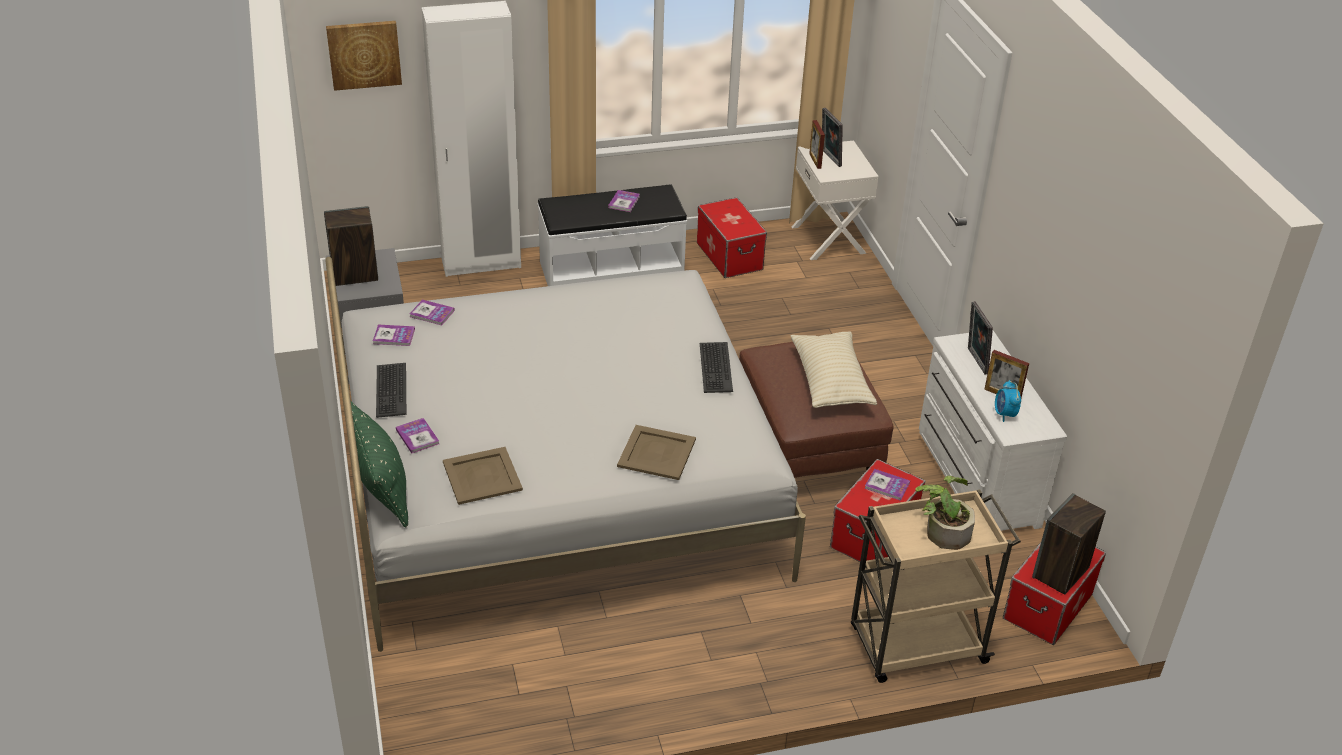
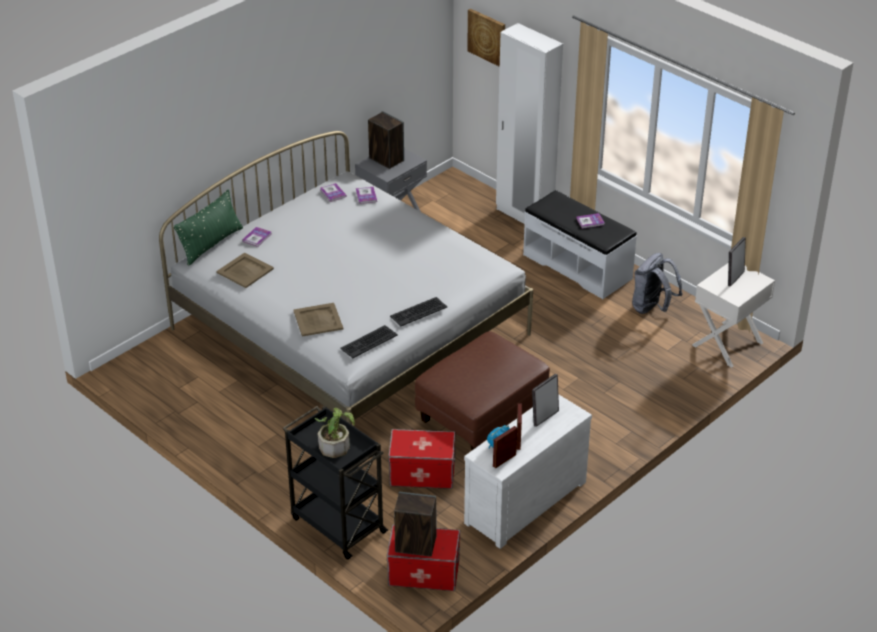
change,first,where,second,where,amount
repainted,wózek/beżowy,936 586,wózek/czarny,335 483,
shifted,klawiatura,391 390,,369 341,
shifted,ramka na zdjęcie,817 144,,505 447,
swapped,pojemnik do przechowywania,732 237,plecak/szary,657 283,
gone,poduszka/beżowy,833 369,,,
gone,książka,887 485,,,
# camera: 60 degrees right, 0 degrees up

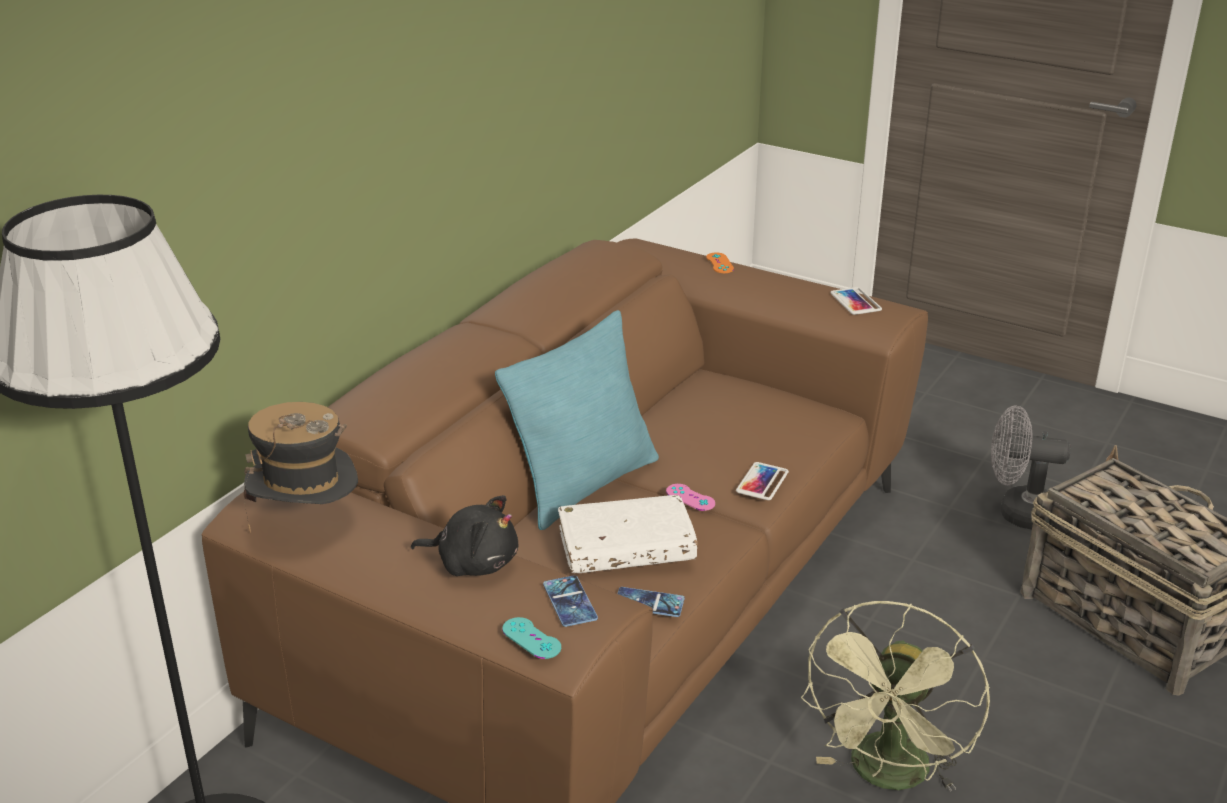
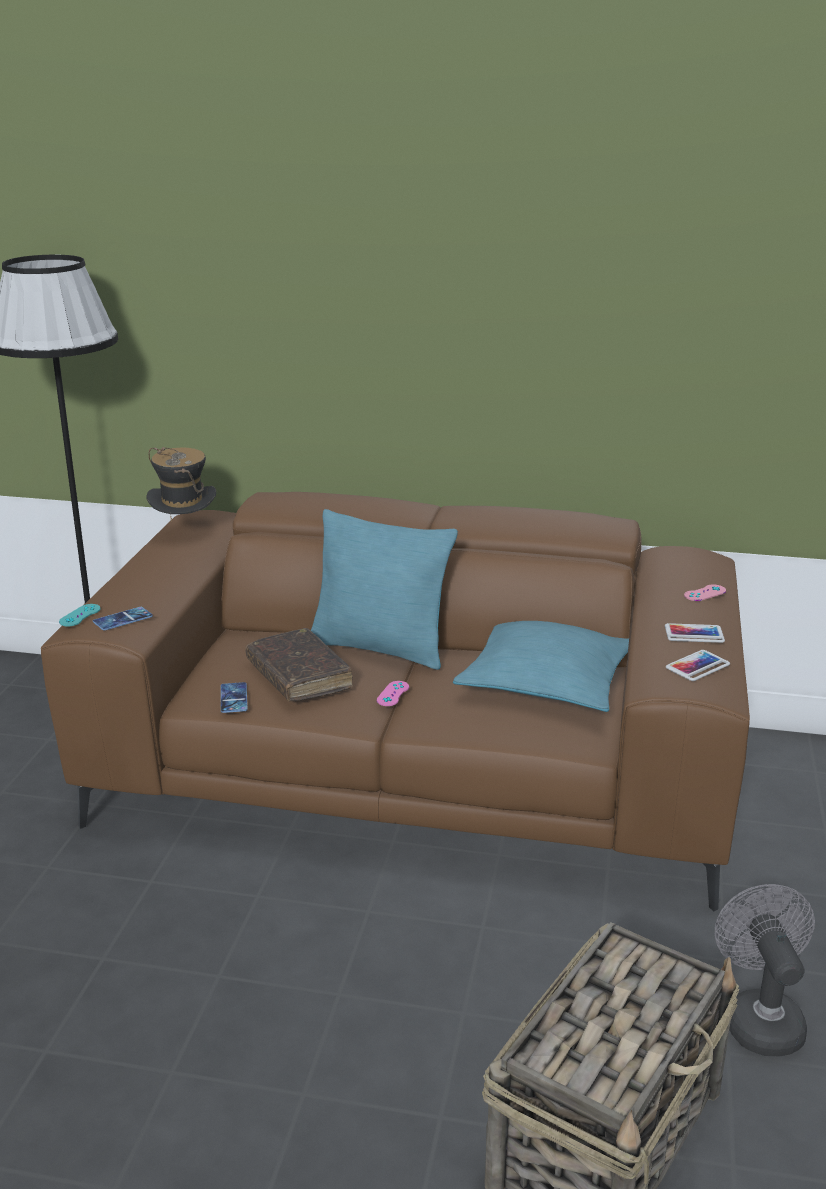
change,first,where,second,where,amount
repainted,książka/biały,628 534,książka/brązowy,299 664,
new,,,poduszka/turkusowy,541 666,
shifted,telefon,762 481,,695 633,
repainted,pad do gier/pomarańczowy,720 262,pad do gier/różowy,705 592,
gone,pluszak/czarny,464 535,,,
gone,wentylator/zielony,895 696,,,
# camera: 70 degrees right, 5 degrees down

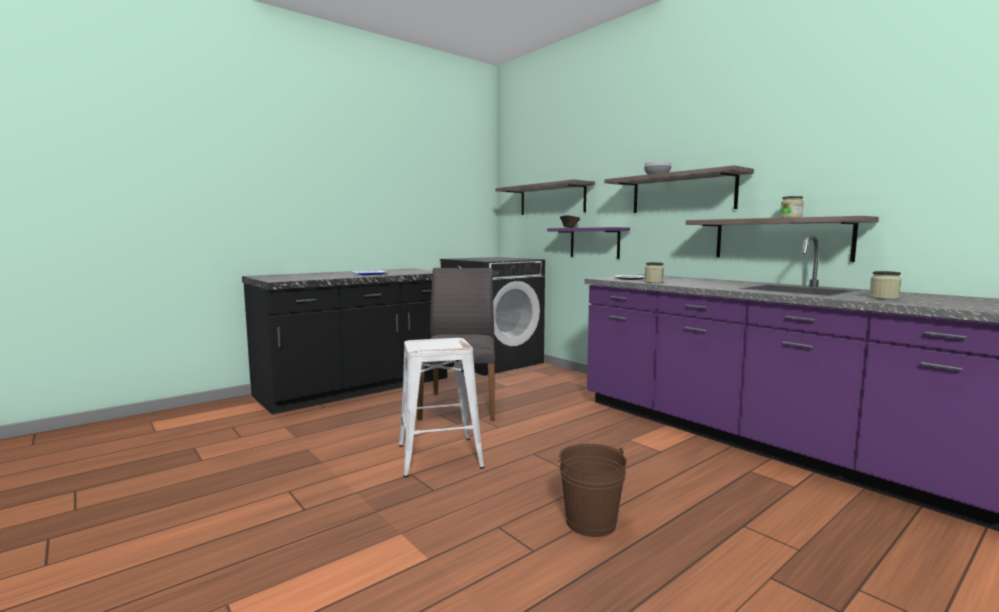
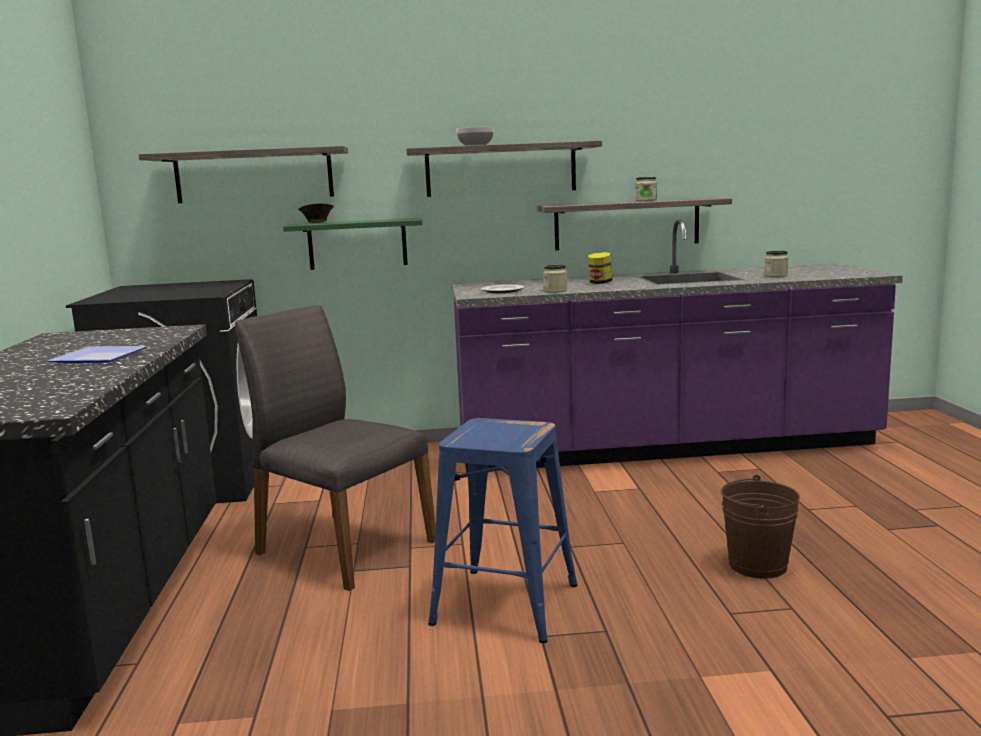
change,first,where,second,where,amount
repainted,półka/fioletowy,588 243,półka/zielony,353 244,
repainted,stołek/biały,441 407,stołek/niebieski,503 530,
new,,,słoik,600 268,
# camera: 55 degrees left, 5 degrees up

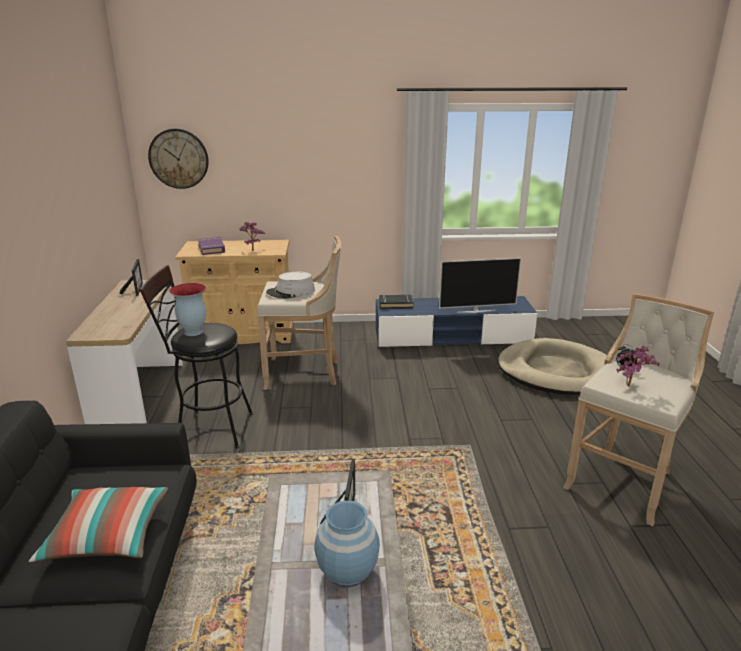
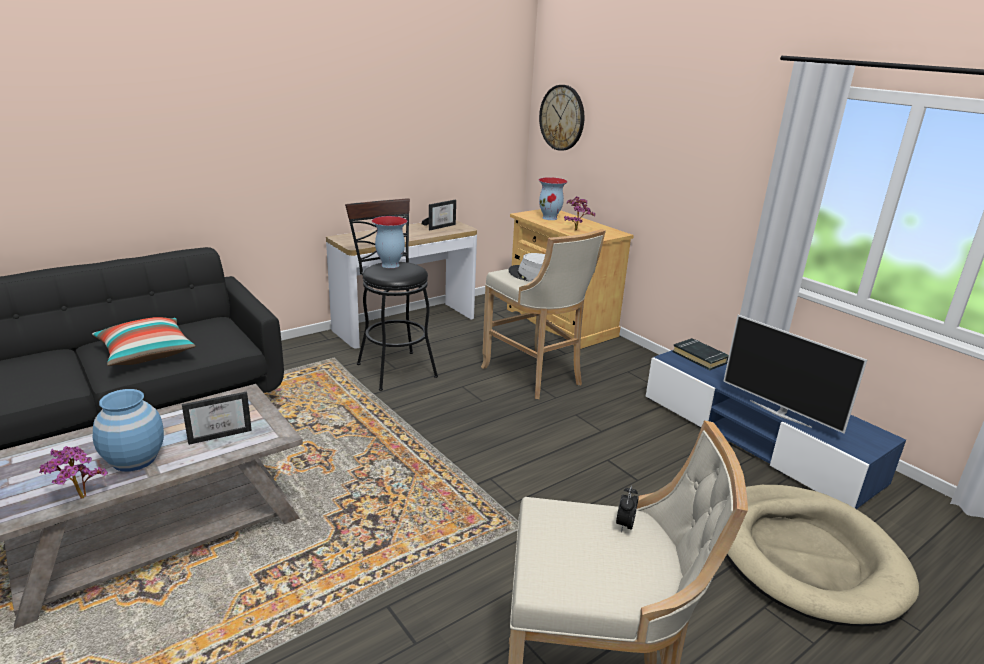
change,first,where,second,where,amount
shifted,roślina doniczkowa,638 366,,73 472,
swapped,książka/fioletowy,211 246,wazon,553 198,
# camera: 55 degrees right, 0 degrees up

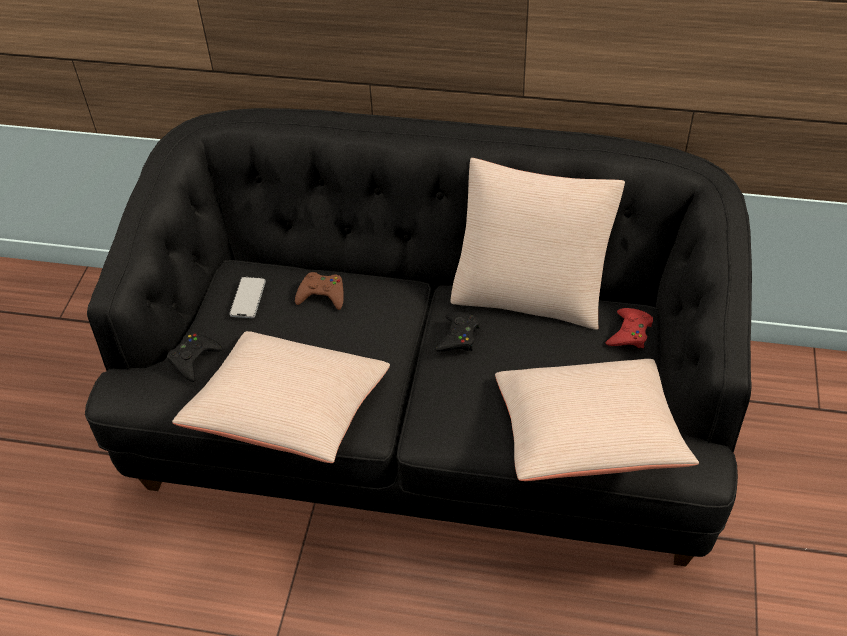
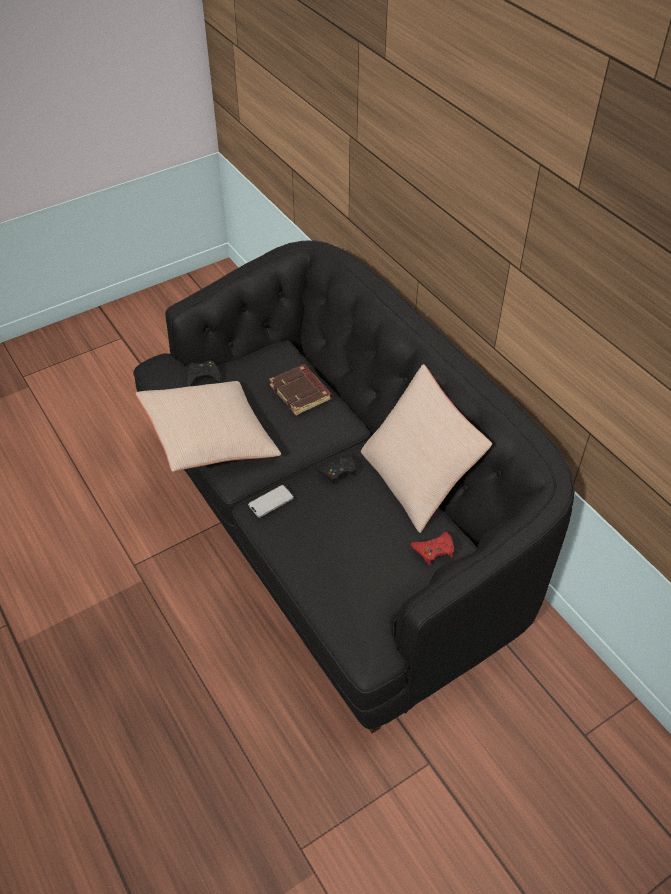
change,first,where,second,where,amount
shifted,telefon,248 297,,271 501,
swapped,pad do gier/brązowy,319 291,książka/brązowy,300 390,
gone,poduszka/beżowy,597 420,,,
# camera: 45 degrees right, 0 degrees up

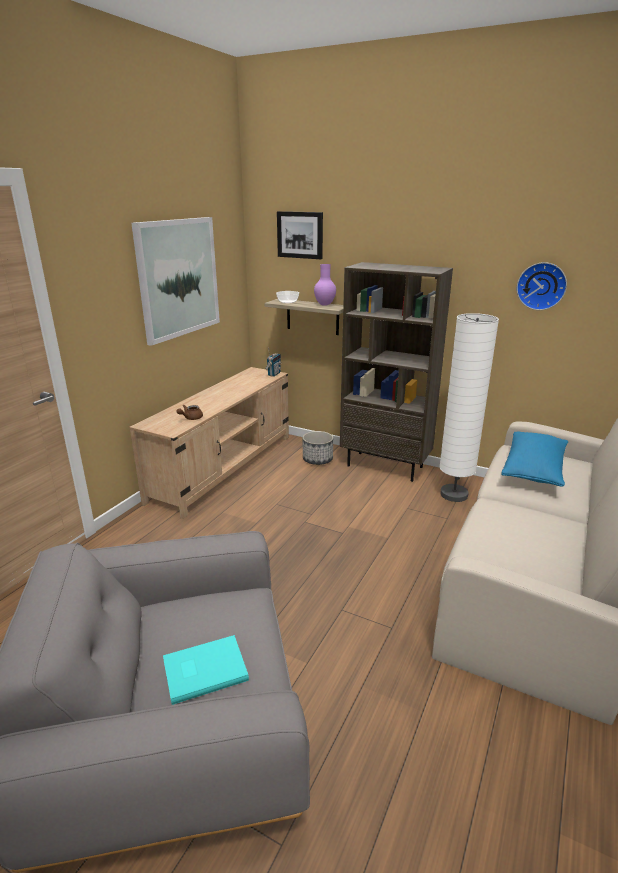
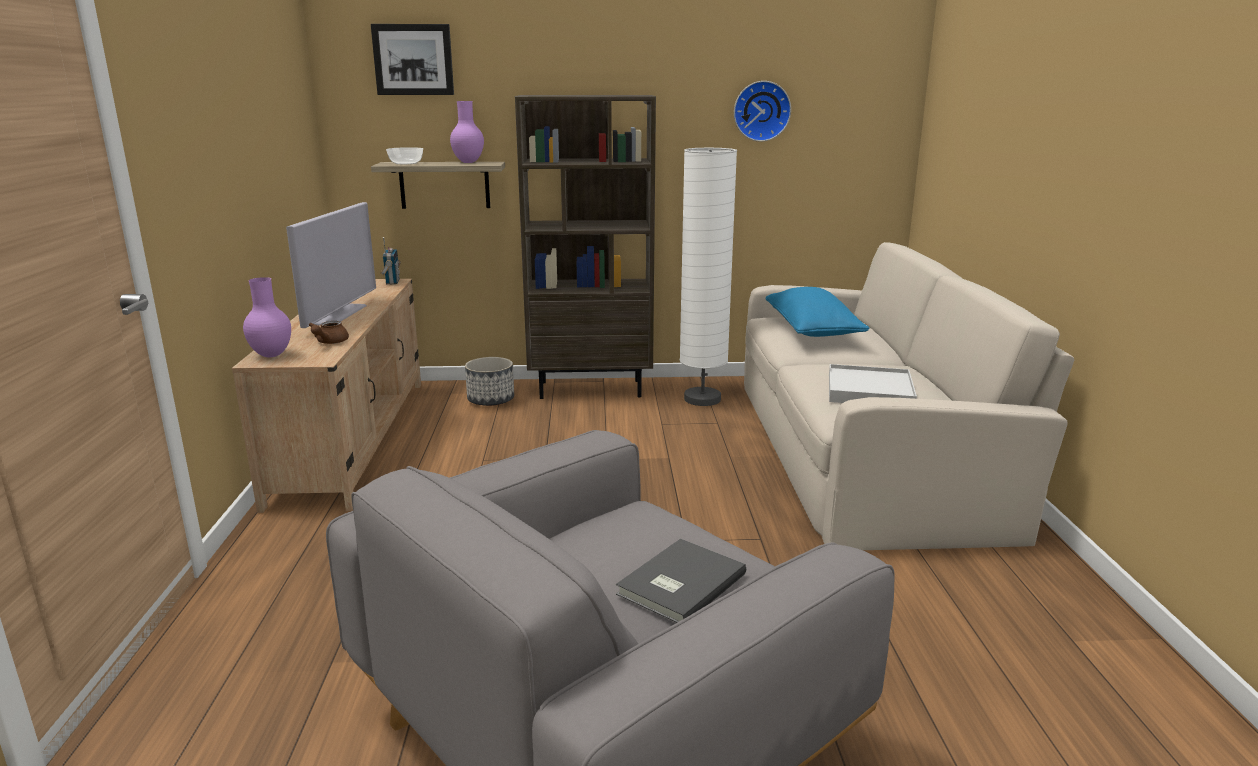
change,first,where,second,where,amount
new,,,wazon/fioletowy,267 317,
new,,,telewizor,331 265,
repainted,książka/turkusowy,206 670,książka/szary,681 581,
new,,,taca/biały,873 383,
gone,obraz,175 281,,,
# camera: 30 degrees left, 5 degrees down

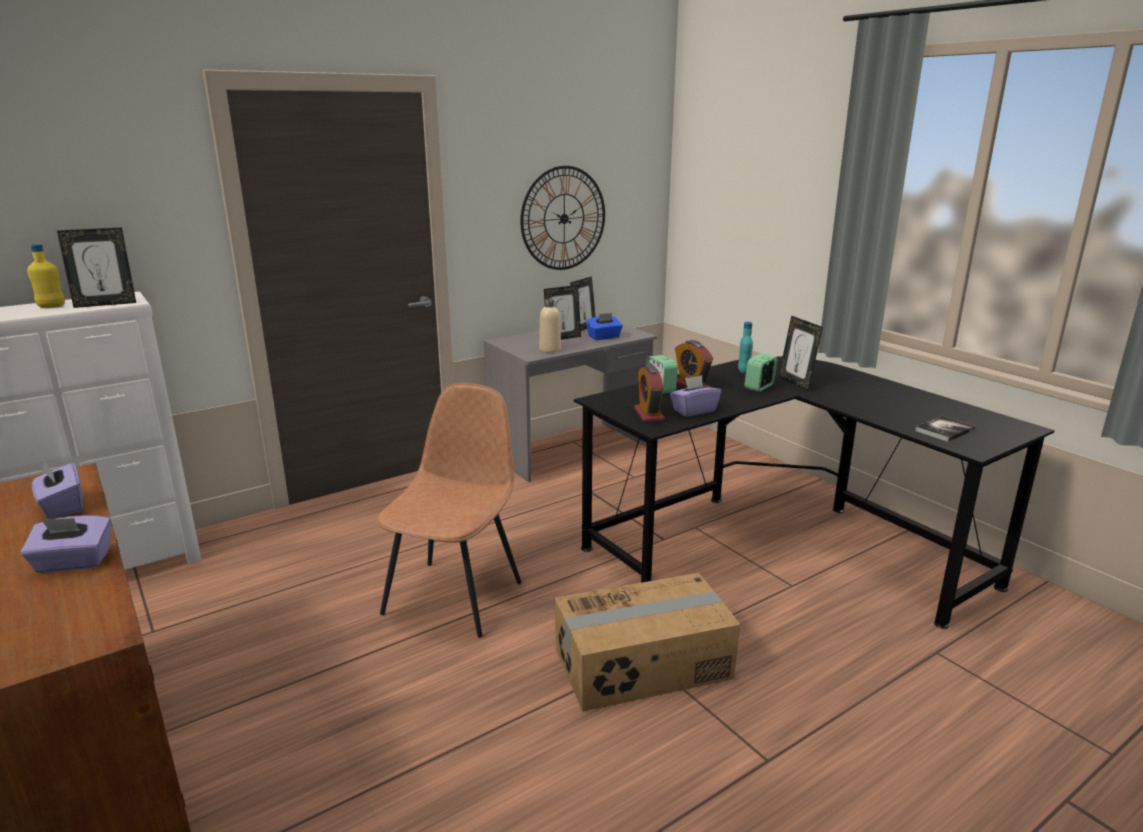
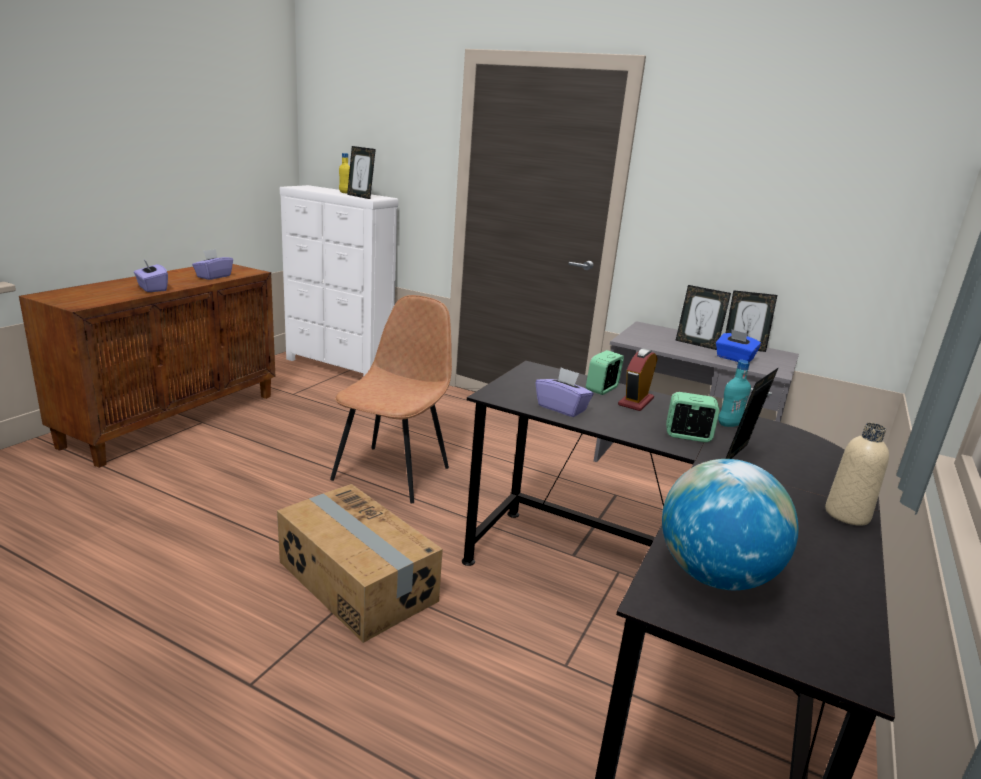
change,first,where,second,where,amount
rotated,krzesło/brązowy,449 510,,391 399,60 degrees counterclockwise
swapped,książka,945 429,globus,730 524,
shifted,butelka/beżowy,550 326,,857 474,
gone,zegar ścienny,562 218,,,
gone,budzik,649 393,,,
# camera: 60 degrees right, 0 degrees up

